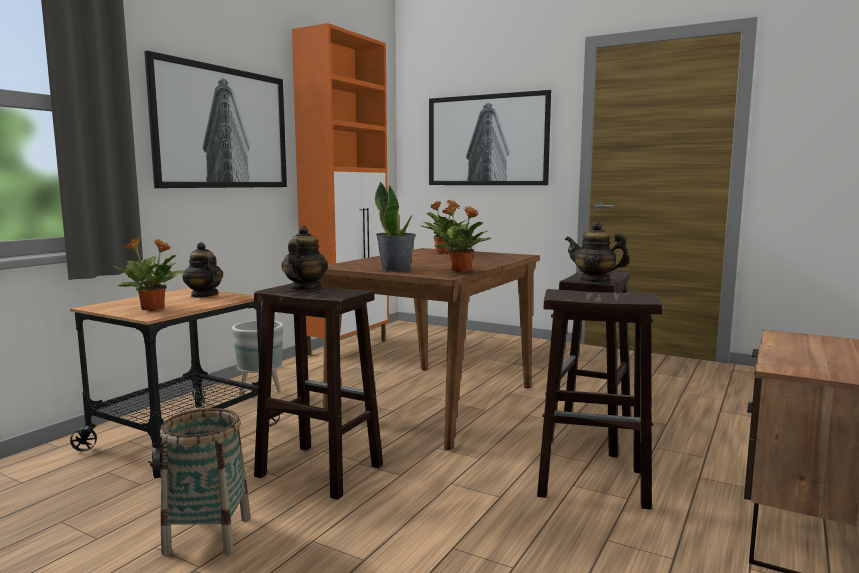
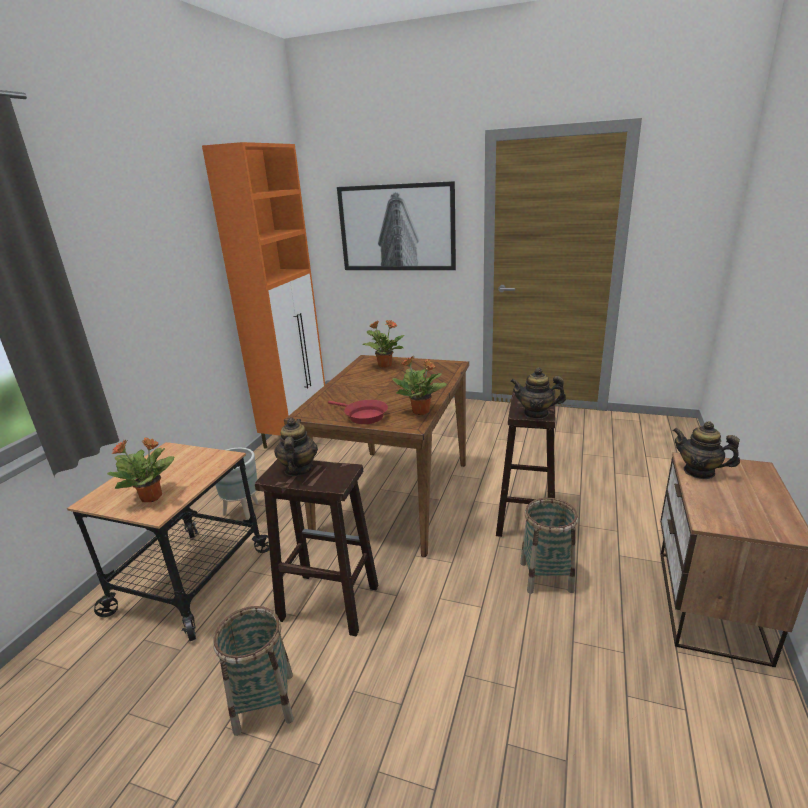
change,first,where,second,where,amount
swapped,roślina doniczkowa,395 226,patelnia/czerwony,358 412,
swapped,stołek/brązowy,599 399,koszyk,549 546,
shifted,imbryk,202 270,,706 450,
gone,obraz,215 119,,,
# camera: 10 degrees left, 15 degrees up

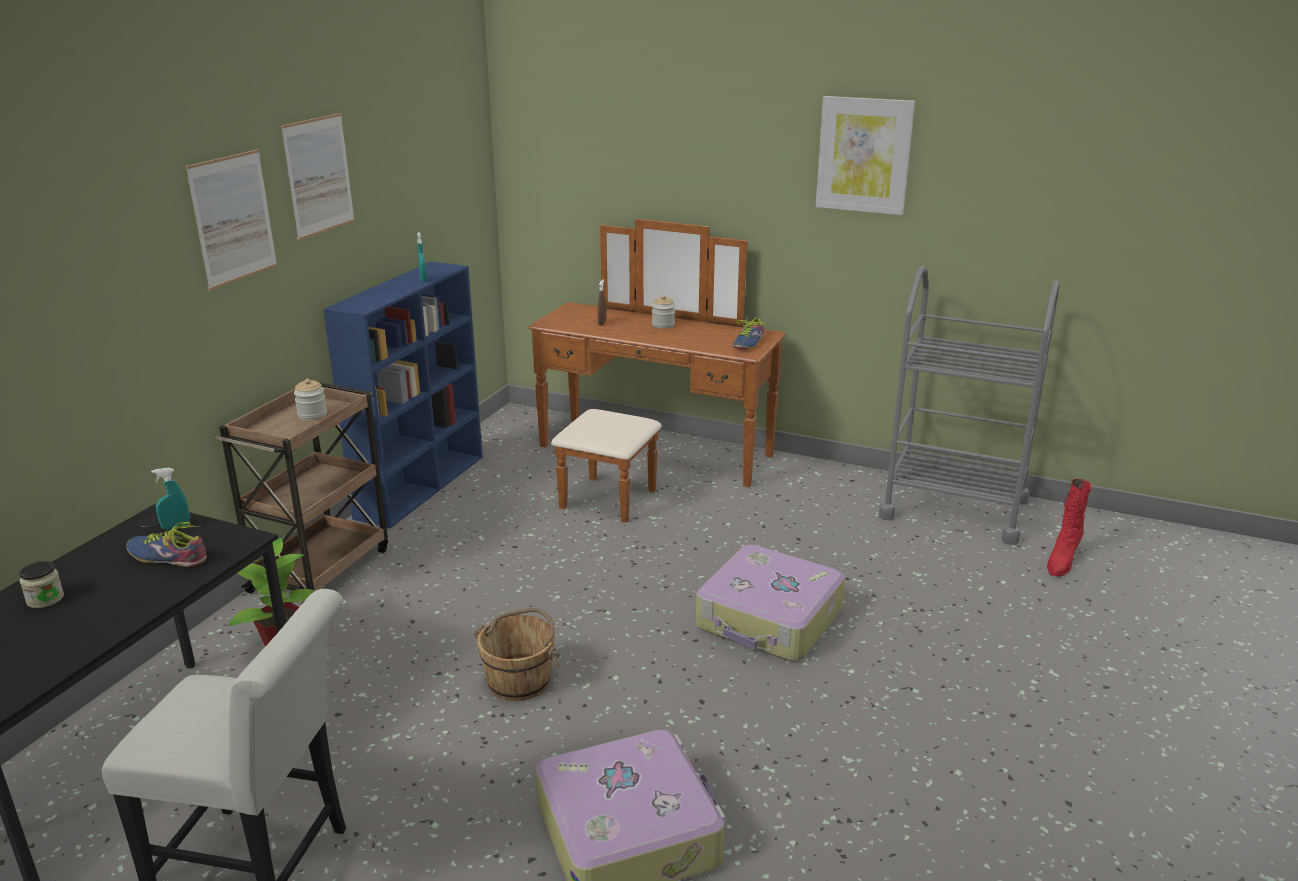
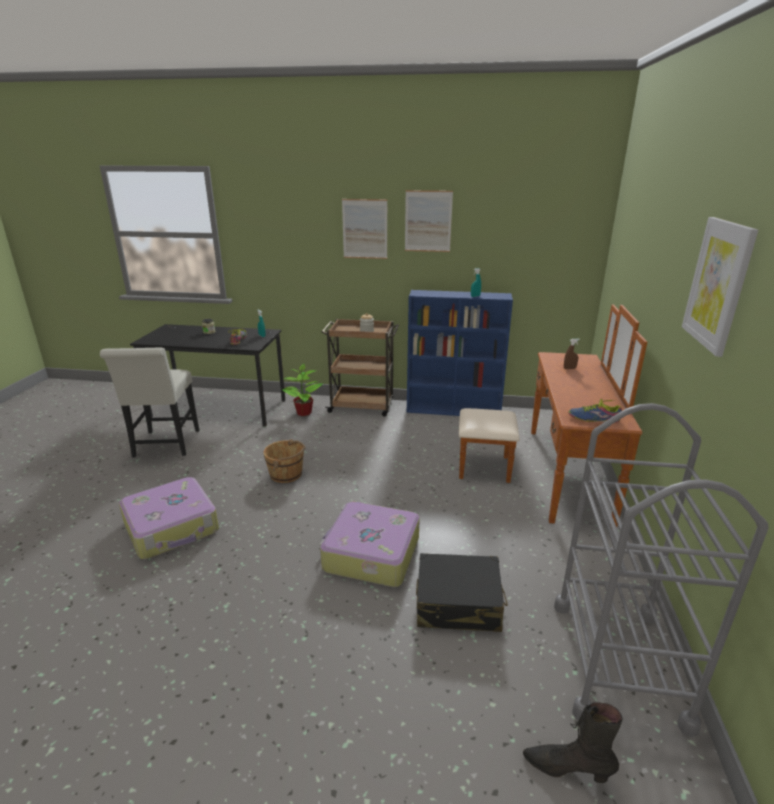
change,first,where,second,where,amount
new,,,walizka/czarny,462 592,
repainted,but z cholewką/czerwony,1069 528,but z cholewką/czarny,572 742,
gone,słoik,663 312,,,
# camera: 75 degrees right, 0 degrees up

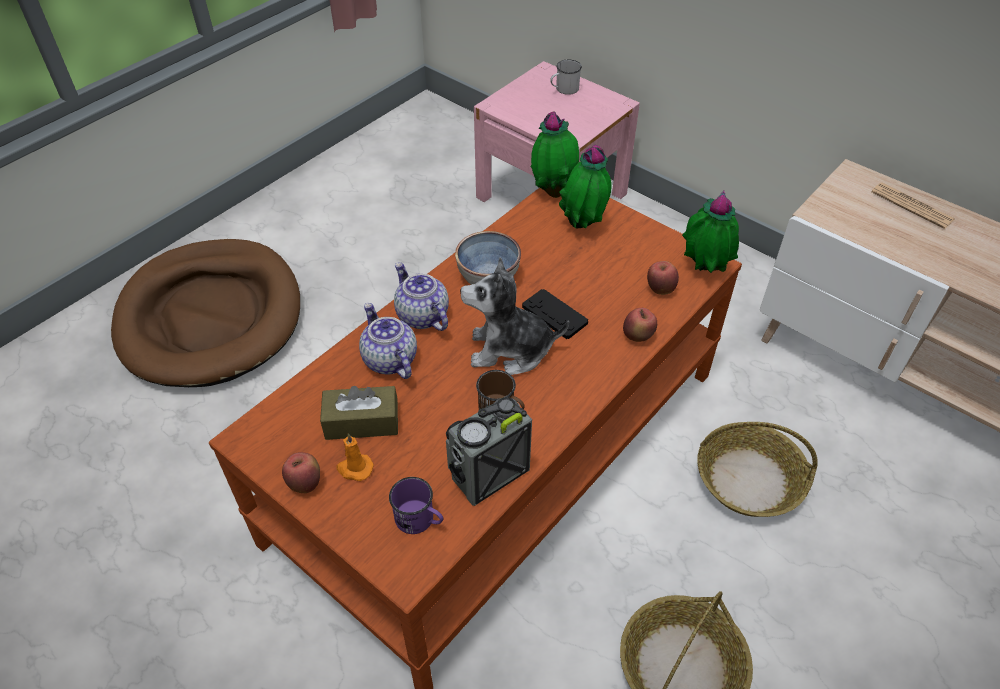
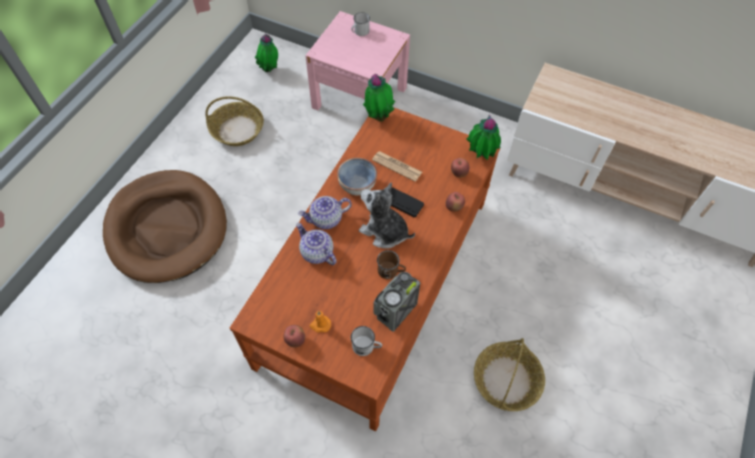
change,first,where,second,where,amount
shifted,koszyk,757 469,,234 121,
shifted,roślina doniczkowa,585 187,,266 53,
rotated,imbryk,421 296,,325 212,60 degrees counterclockwise
repainted,kubek/fioletowy,416 505,kubek/biały,366 341,
rotated,pluszak,514 316,,387 215,45 degrees clockwise
shifted,gazeta,913 205,,397 166,
gone,pudełko chusteczek/brązowy,359 413,,,
# camera: 15 degrees left, 10 degrees up

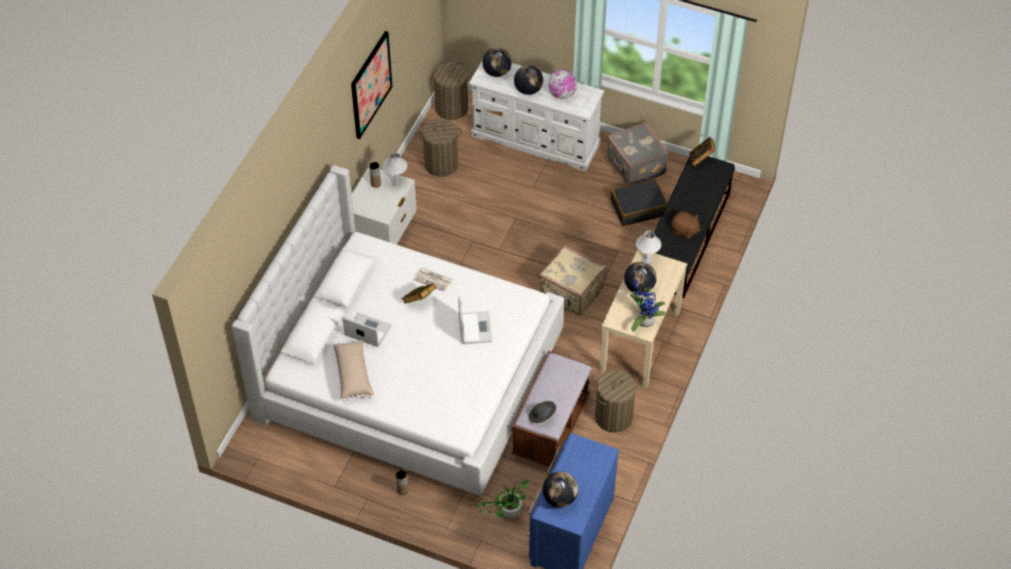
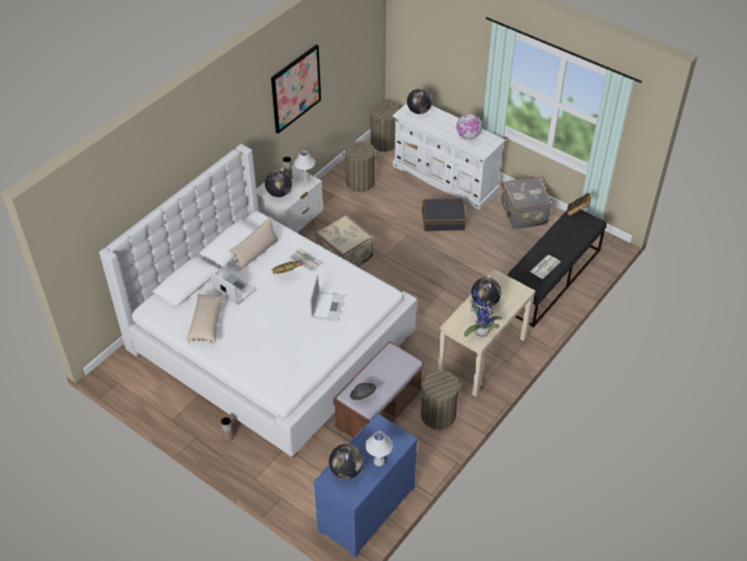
change,first,where,second,where,amount
new,,,poduszka/beżowy,254 244,
shifted,globus,528 80,,278 183,
shifted,walizka/beżowy,572 280,,344 240,
shifted,lampa stołowa/biały,648 247,,379 448,
shifted,walizka/czarny,639 202,,444 214,
swapped,pluszak/brązowy,686 225,gazeta,545 267,
gone,roślina doniczkowa,502 499,,,
# camera: 15 degrees right, 5 degrees down

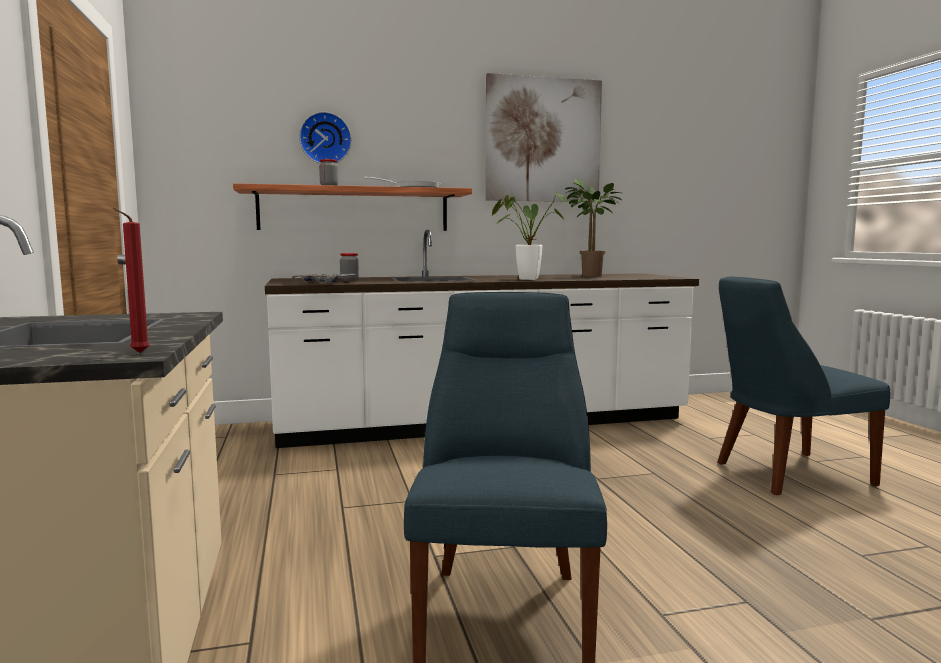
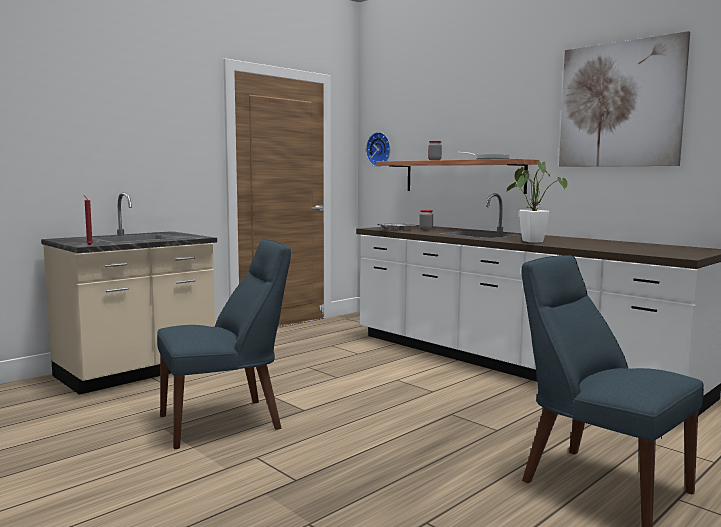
change,first,where,second,where,amount
shifted,zegar ścienny,325 138,,378 149,
gone,roślina doniczkowa,594 228,,,
# camera: 60 degrees right, 0 degrees up

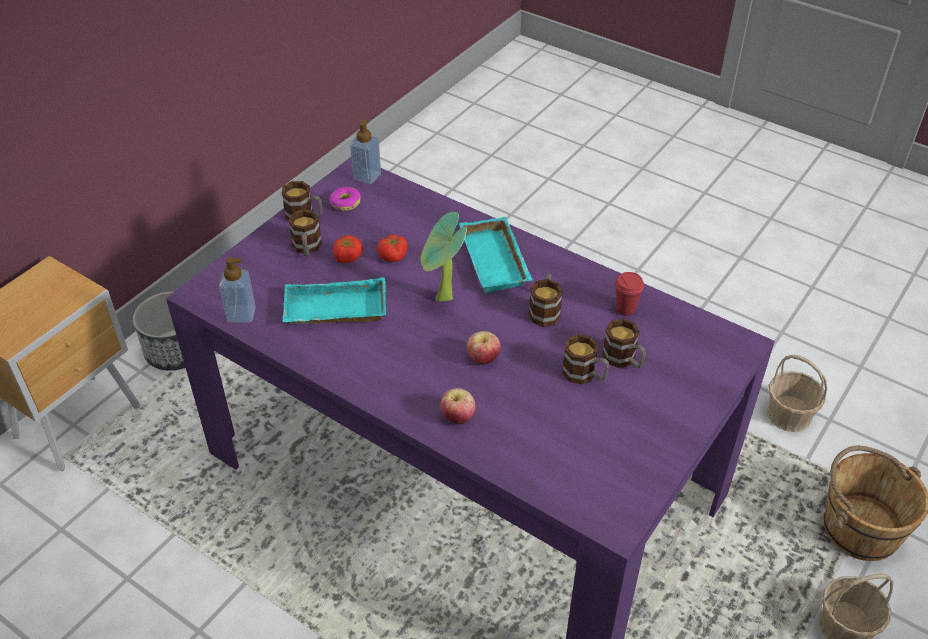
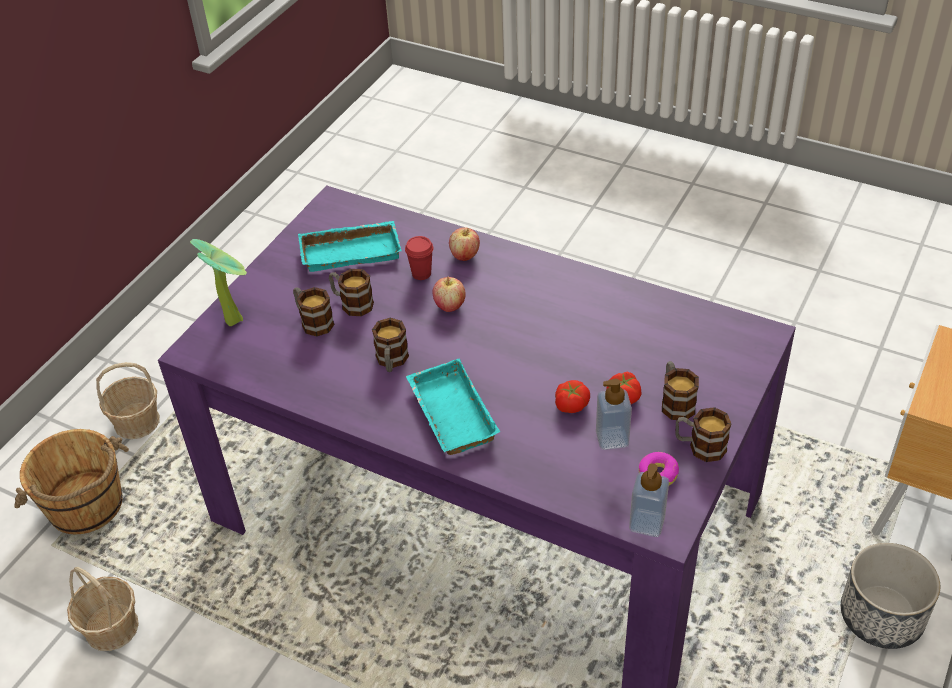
change,first,where,second,where,amount
shifted,roślina doniczkowa,443 257,,218 282,
shifted,taca/turkusowy,334 300,,349 246,
shifted,filiżanka/czerwony,629 294,,419 258,
shifted,dozownik mydła,237 290,,614 414,
# camera: 175 degrees right, 0 degrees up

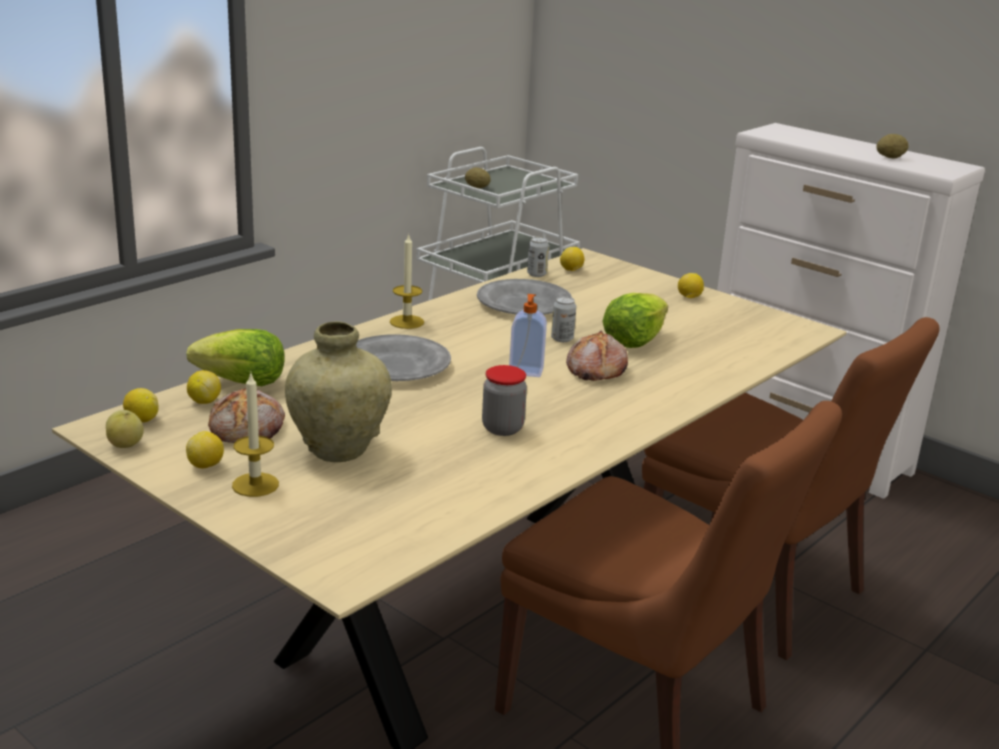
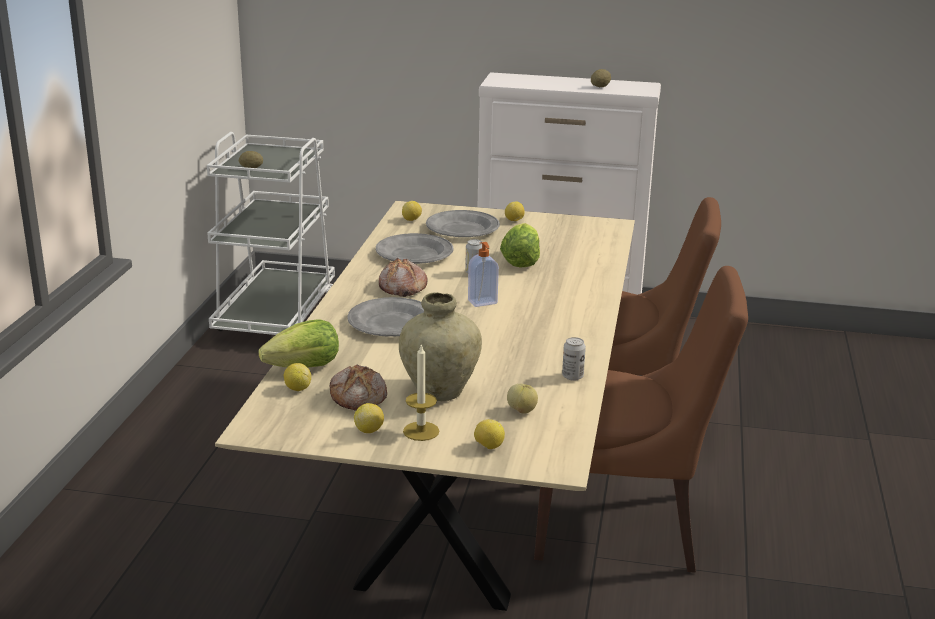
change,first,where,second,where,amount
shifted,chleb,597 356,,403 277,
new,,,talerz/szary,463 223,
shifted,cytryna,141 405,,489 434,
shifted,jabłko,125 429,,522 398,
shifted,puszka,538 257,,574 359,
gone,świeca,407 281,,,
gone,słoik,504 400,,,
# camera: 30 degrees left, 0 degrees up

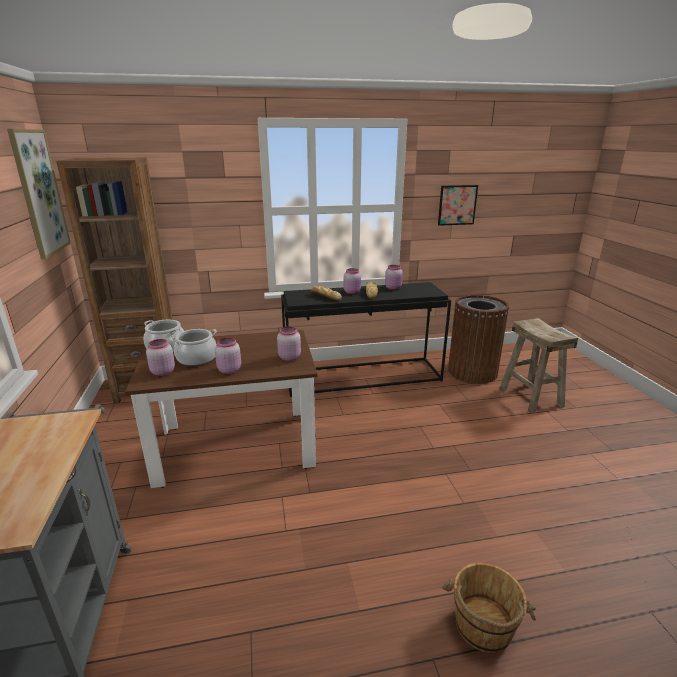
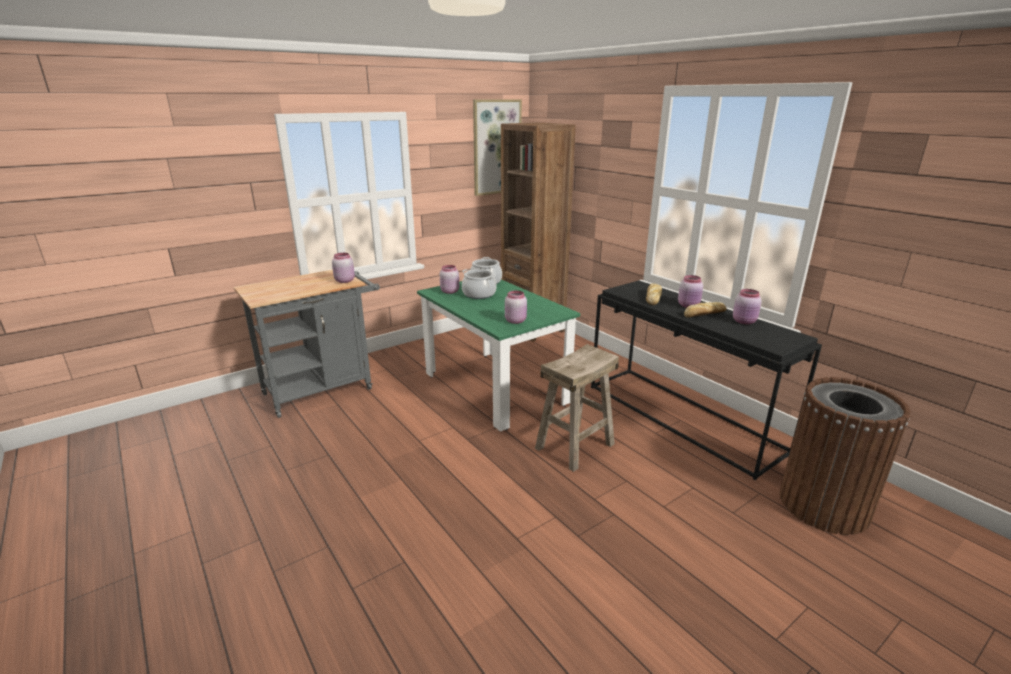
change,first,where,second,where,amount
shifted,słoik/różowy,228 355,,343 268,
repainted,stół jadalny/brązowy,221 409,stół jadalny/zielony,498 355,
shifted,stołek/beżowy,538 366,,577 408,
gone,obraz,458 205,,,
gone,wiadro/brązowy,489 608,,,
# camera: 65 degrees right, 0 degrees up

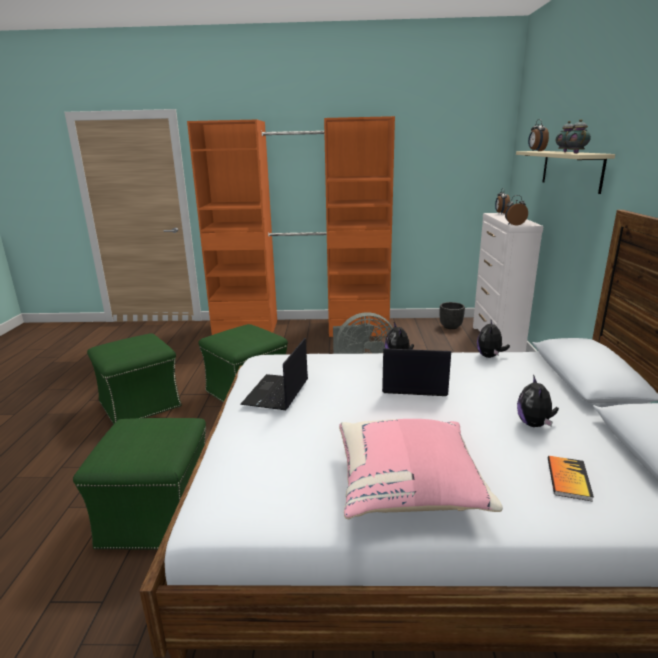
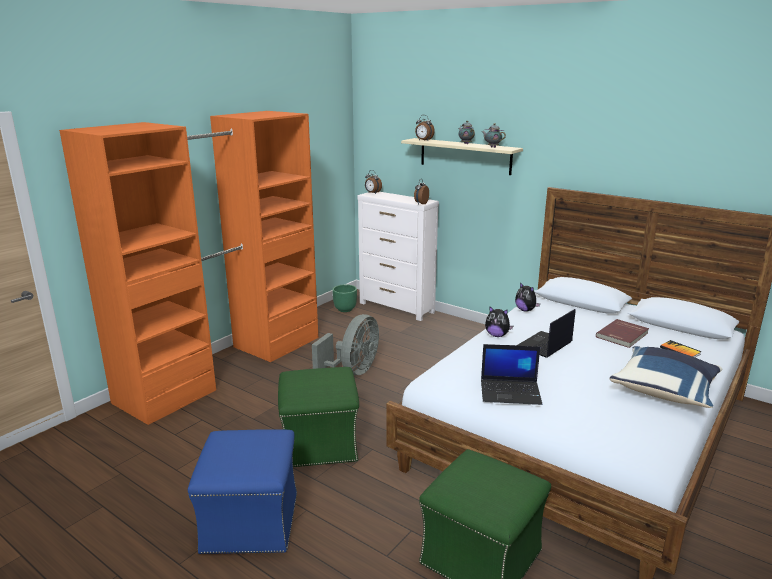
change,first,where,second,where,amount
repainted,pufa/zielony,134 379,pufa/niebieski,242 491,
repainted,donica/czarny,452 315,donica/zielony,344 298,
rotated,laptop,274 374,,511 374,45 degrees counterclockwise
swapped,pluszak,538 401,książka/czerwony,622 333,
repainted,poduszka/różowy,421 469,poduszka/niebieski,666 377,
# camera: 55 degrees left, 0 degrees up

